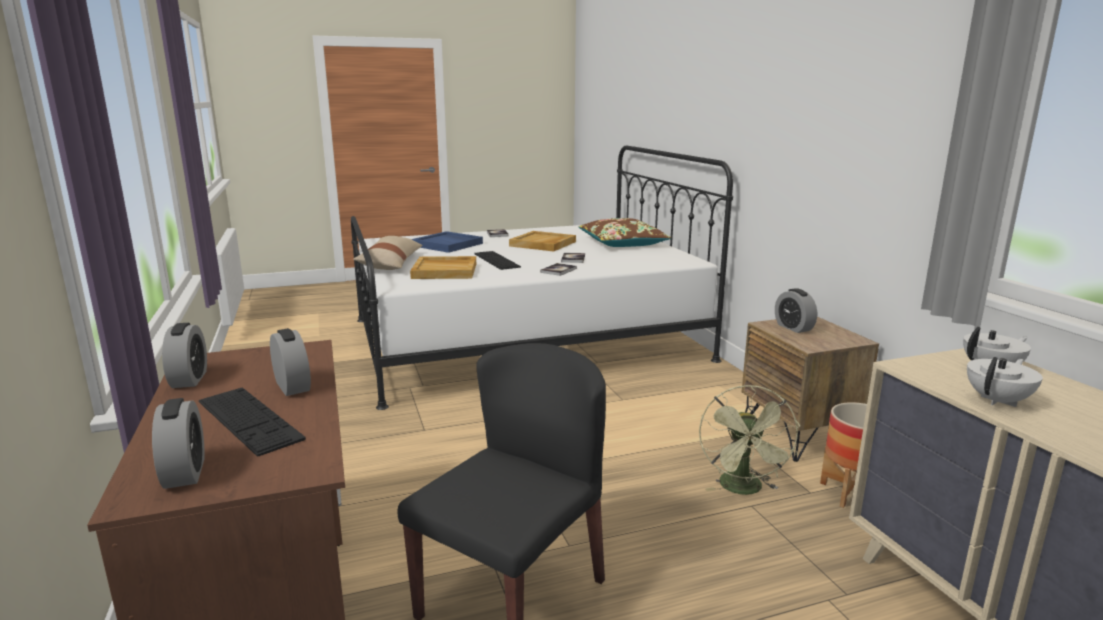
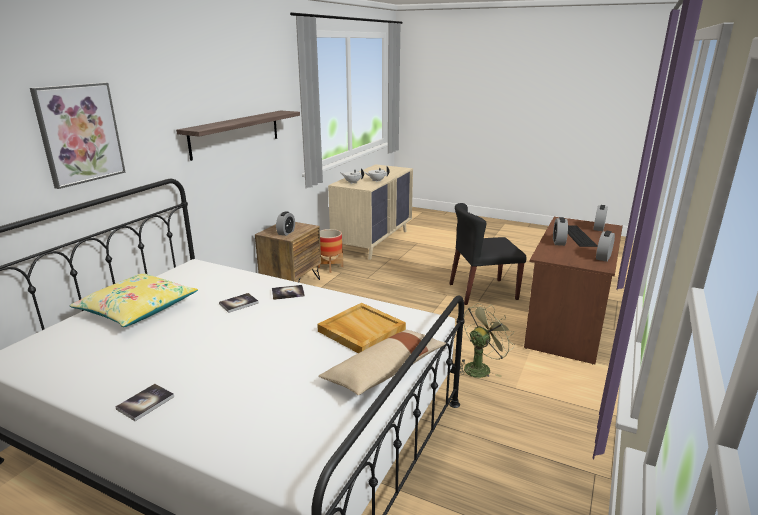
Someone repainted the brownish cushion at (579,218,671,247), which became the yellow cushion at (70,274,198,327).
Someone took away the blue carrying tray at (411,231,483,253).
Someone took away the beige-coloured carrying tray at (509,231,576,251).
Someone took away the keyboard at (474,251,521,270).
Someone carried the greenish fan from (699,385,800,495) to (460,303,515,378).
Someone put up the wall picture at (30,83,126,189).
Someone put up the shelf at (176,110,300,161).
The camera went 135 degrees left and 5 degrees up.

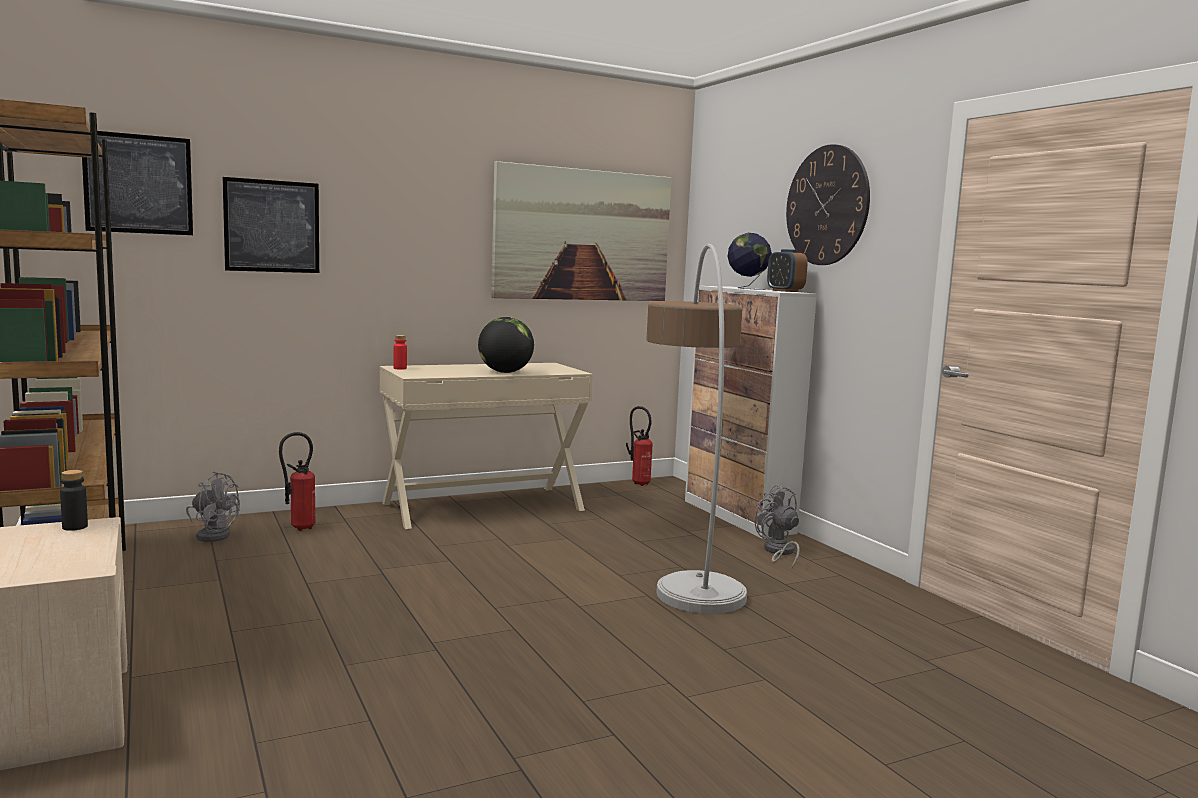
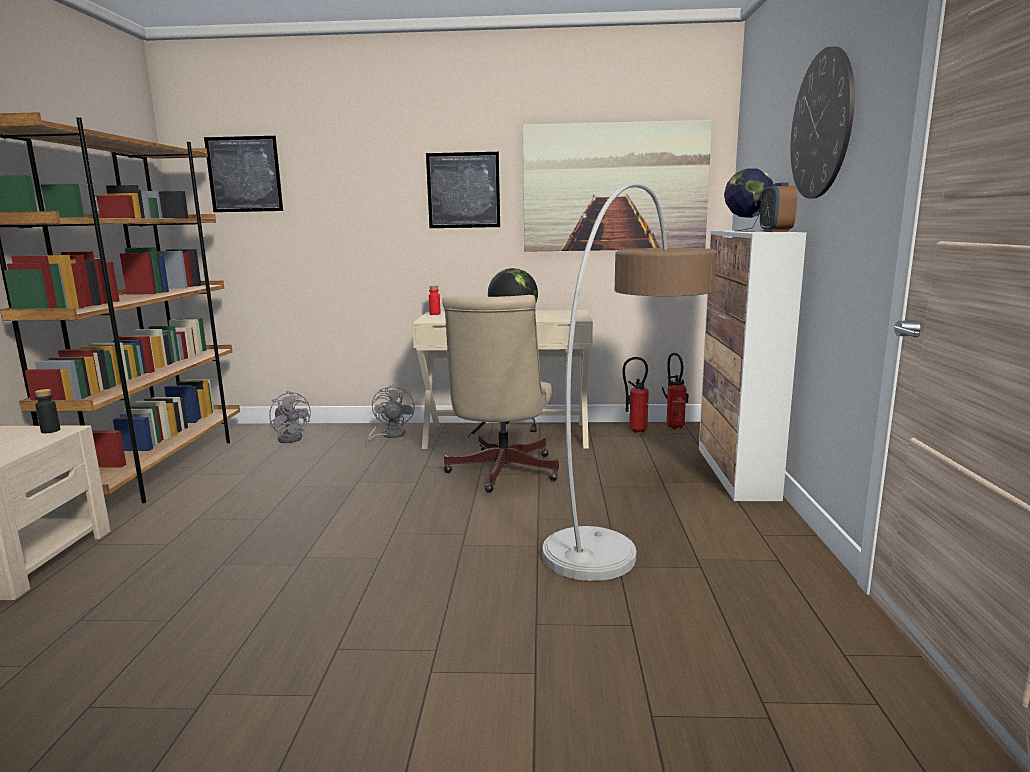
Someone carried the wall picture from (223,177,319,273) to (426,152,500,228).
Someone carried the fire-fighting cylinder from (279,432,316,531) to (622,357,649,433).
Someone carried the grey fan from (755,484,800,569) to (365,385,414,446).
Someone put down the beige-coloured desk chair at (442,295,559,493).
The camera went 30 degrees right and 5 degrees up.

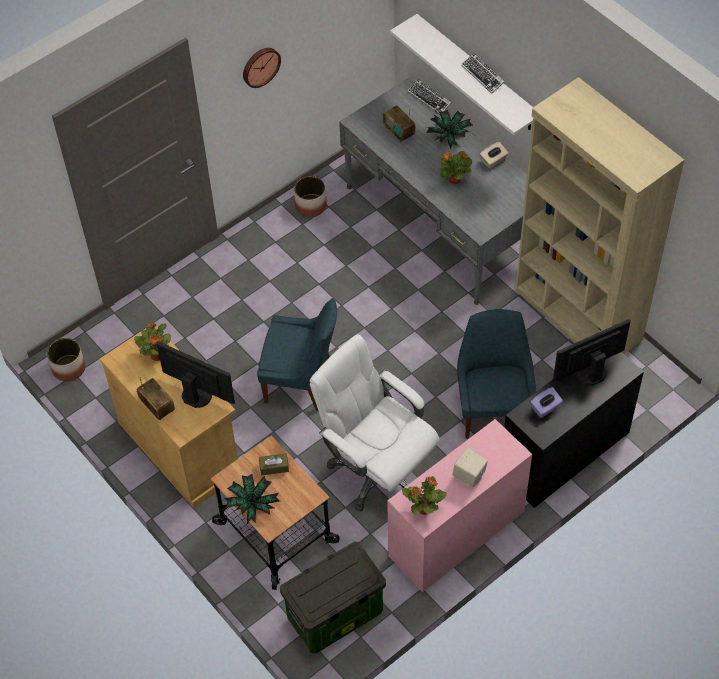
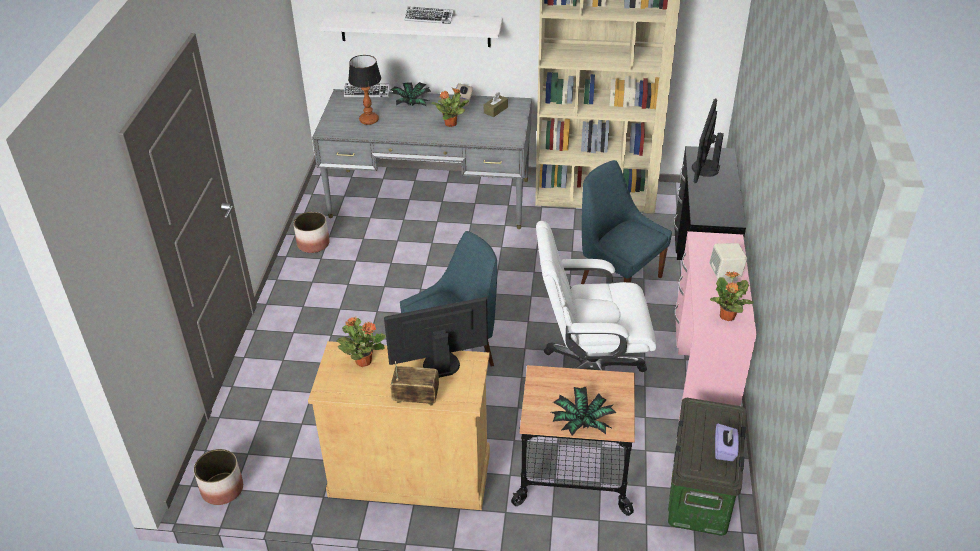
Someone took away the hanging clock at (243,48,281,88).
Someone swapped the radio at (383,105,415,143) for the tabletop lamp at (348,55,381,125).
Someone carried the purple tissue box from (530,387,563,418) to (715,424,739,461).
Someone carried the brownish tissue box from (259,453,289,475) to (484,92,508,117).
The camera went 45 degrees left and 15 degrees down.

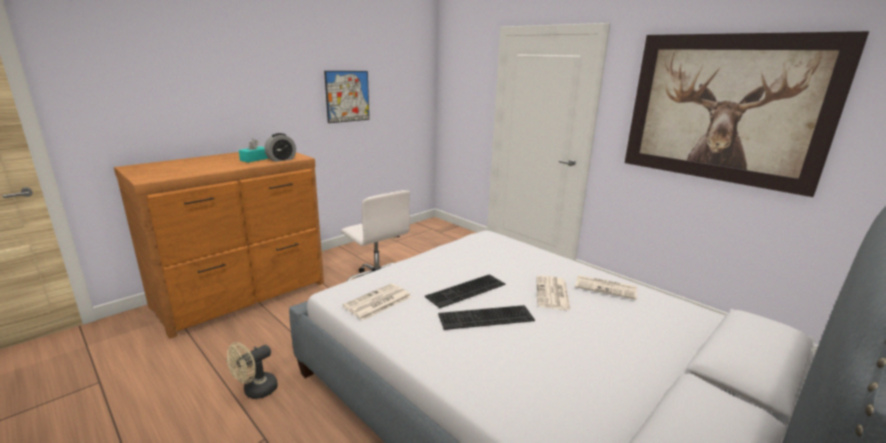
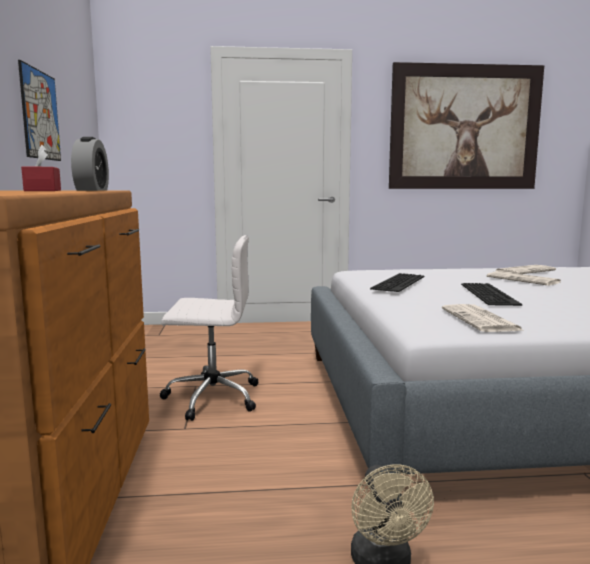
Someone repainted the turquoise tissue box at (239,139,269,163), which became the reddish tissue box at (21,145,61,191).
Someone carried the keyboard from (438,305,535,330) to (370,273,424,292).
The camera went 50 degrees left and 10 degrees down.

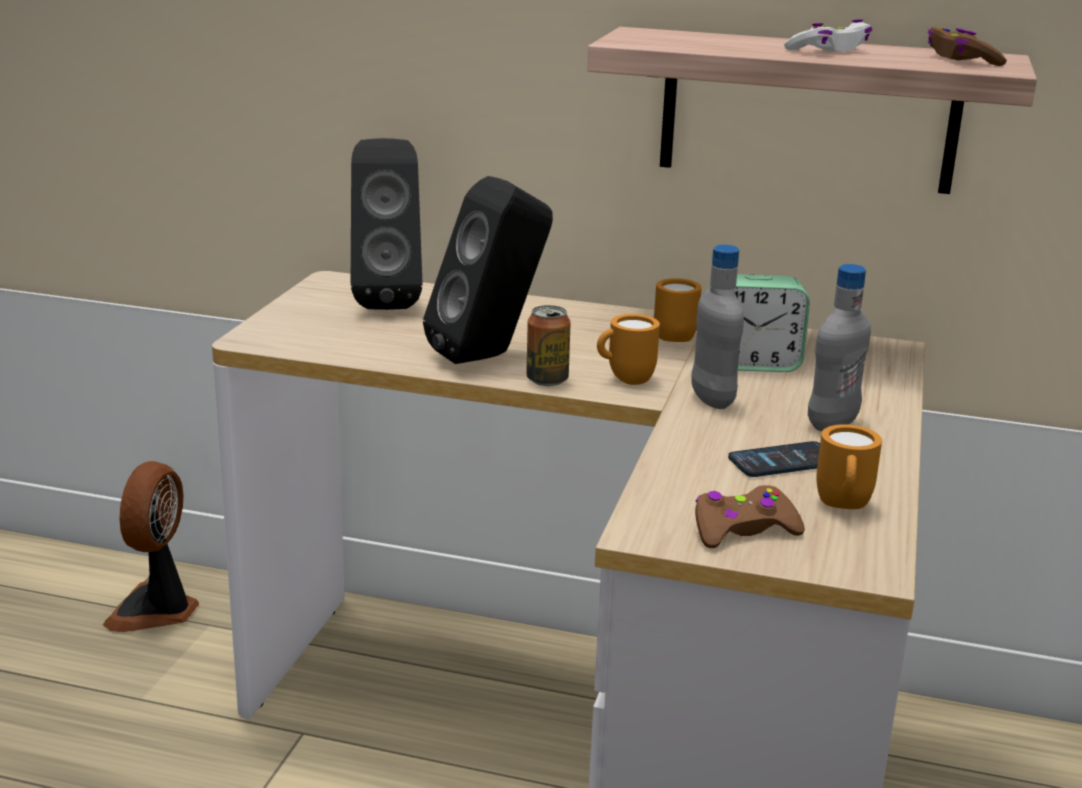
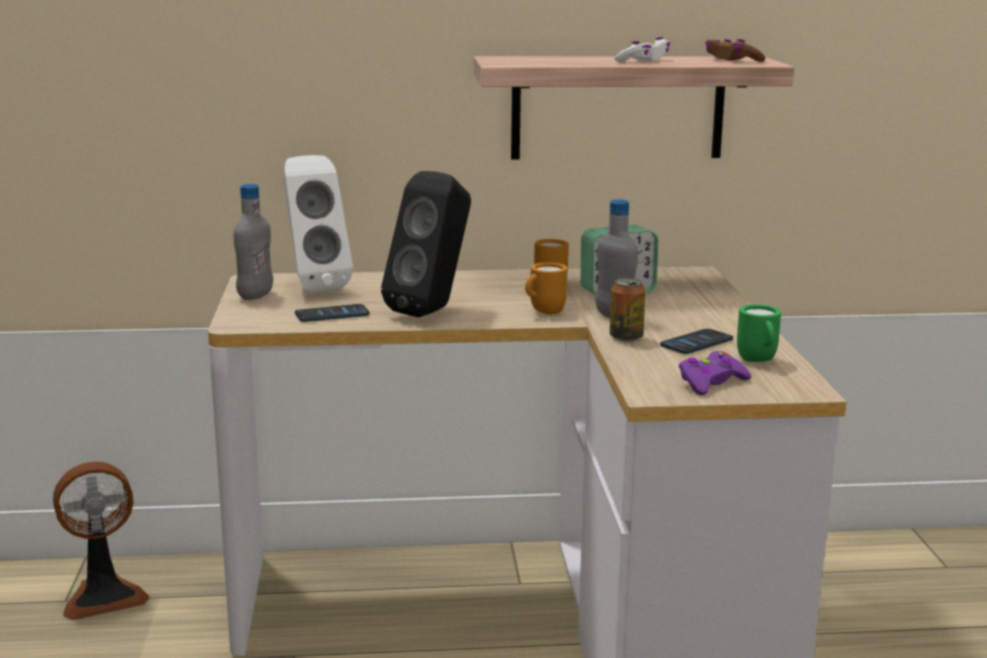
Someone repainted the black-coloured speaker at (351,138,423,310), which became the white-coloured speaker at (284,155,353,293).
Someone carried the grey beverage bottle from (808,264,871,431) to (233,184,273,300).
Someone carried the can from (526,305,571,386) to (610,278,645,342).
Someone repainted the orange-coloured coffee mug at (816,424,882,509), which became the greenish coffee mug at (737,304,781,362).
Someone rotated the fan at (103,461,199,632) by 105 degrees counterclockwise.
Someone repainted the brownish game controller at (695,485,805,548), which became the purple game controller at (679,351,751,395).
Someone put down the telephone at (295,304,370,322).
The camera went 20 degrees left and 5 degrees down.

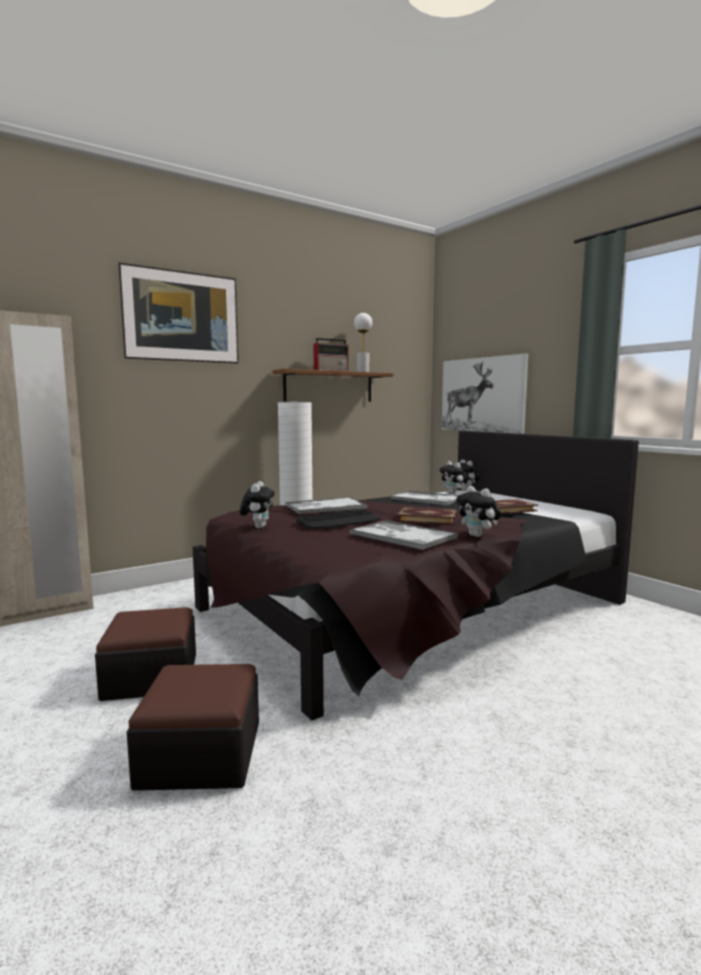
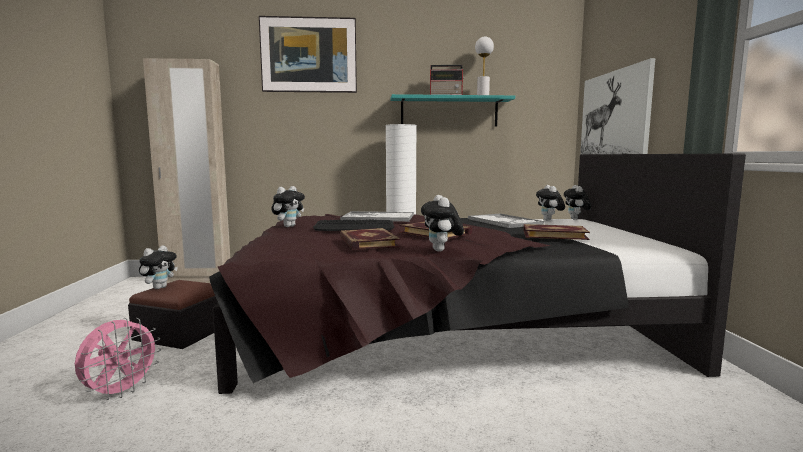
Someone repainted the brownish shelf at (273,369,394,402), which became the turquoise shelf at (390,94,515,127).
Someone swapped the carrying tray at (350,520,458,550) for the volume at (340,228,400,250).
Someone swapped the pouffe at (127,664,259,791) for the pinkish fan at (75,318,161,400).
Someone put down the soft toy at (139,245,178,289).
The camera went 30 degrees right and 0 degrees up.

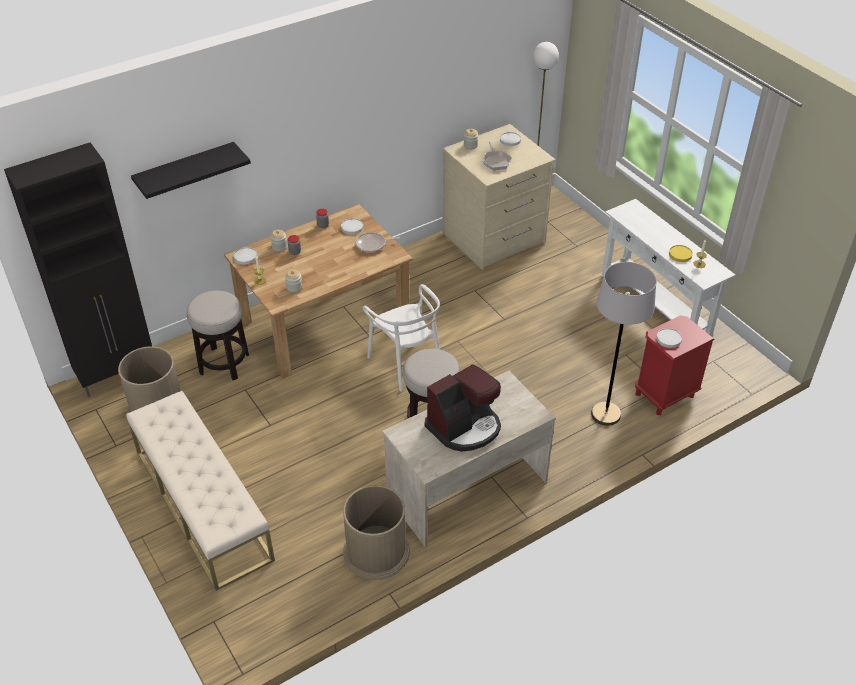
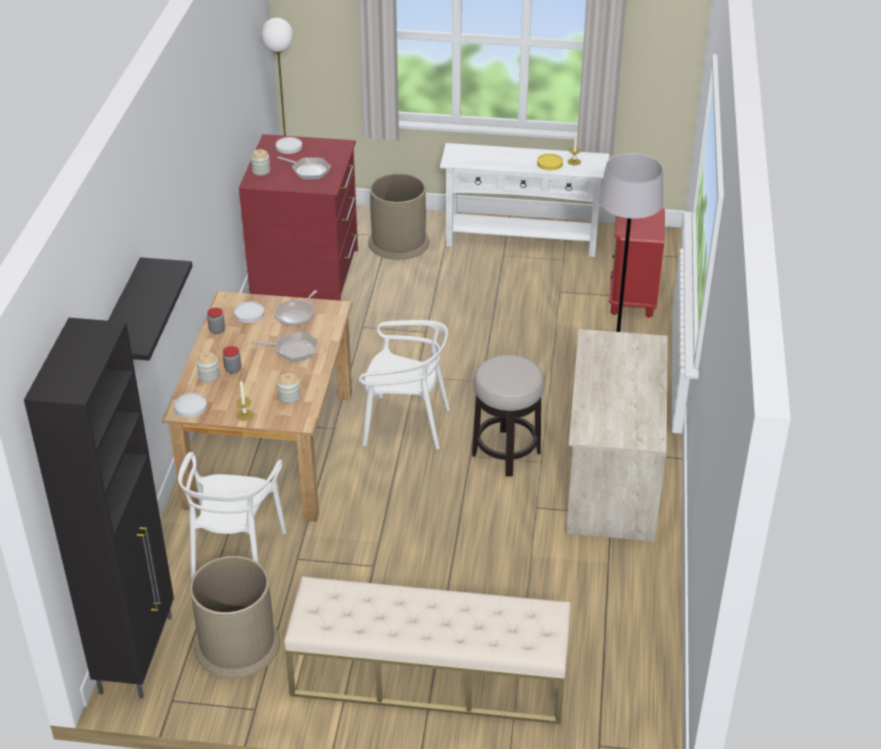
Someone repainted the beige-coloured drawer chest at (442,124,556,270), which became the reddish drawer chest at (239,134,358,301).
Someone swapped the stool seat at (186,290,249,380) for the white-coloured upright chair at (178,452,287,580).
Someone took away the white-coloured flat dish at (657,328,682,348).
Someone took away the coffee machine at (425,364,501,452).
Someone carried the brownish waste bin from (343,485,410,580) to (368,173,430,260).
Someone put down the skillet at (251,332,318,362).
The camera went 50 degrees left and 5 degrees down.

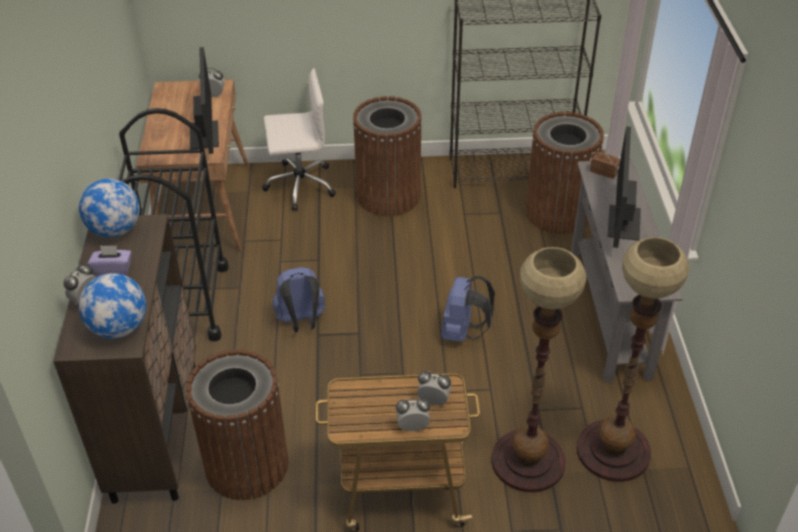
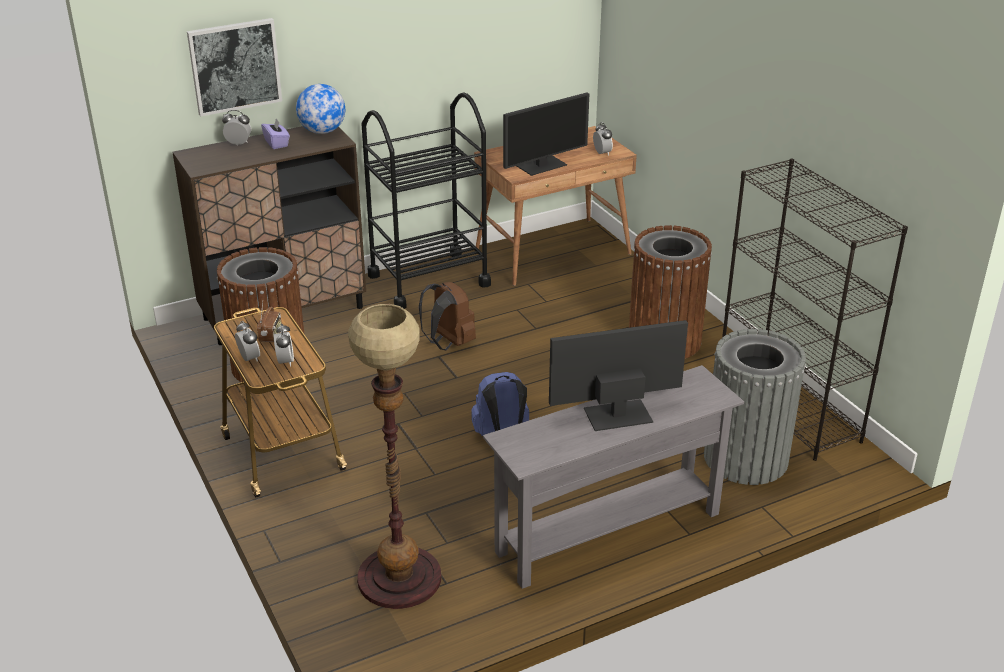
Someone took away the white-coloured desk chair at (262,68,336,211).
Someone repainted the brownish waste bin at (525,112,604,234), which became the grey waste bin at (704,329,806,485).
Someone carried the radio from (590,148,620,179) to (257,302,282,342).
Someone took away the standing lamp at (491,247,586,492).
Someone repainted the blue knapsack at (273,267,325,332), which became the brownish knapsack at (419,282,476,350).
Someone took away the desk globe at (79,273,146,338).
Someone put up the wall picture at (187,18,282,117).
The camera went 65 degrees right and 10 degrees down.

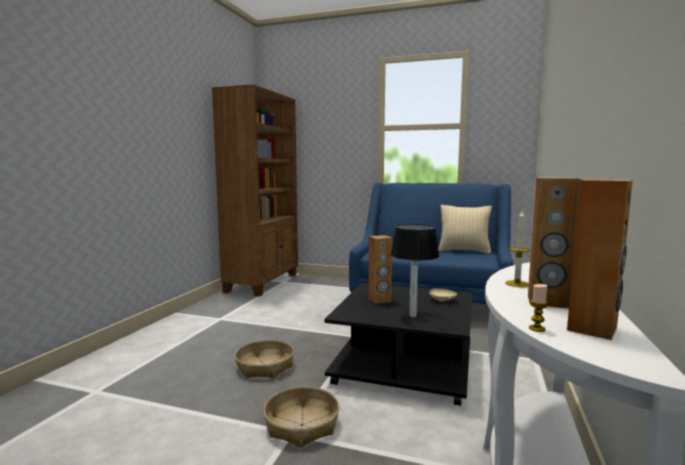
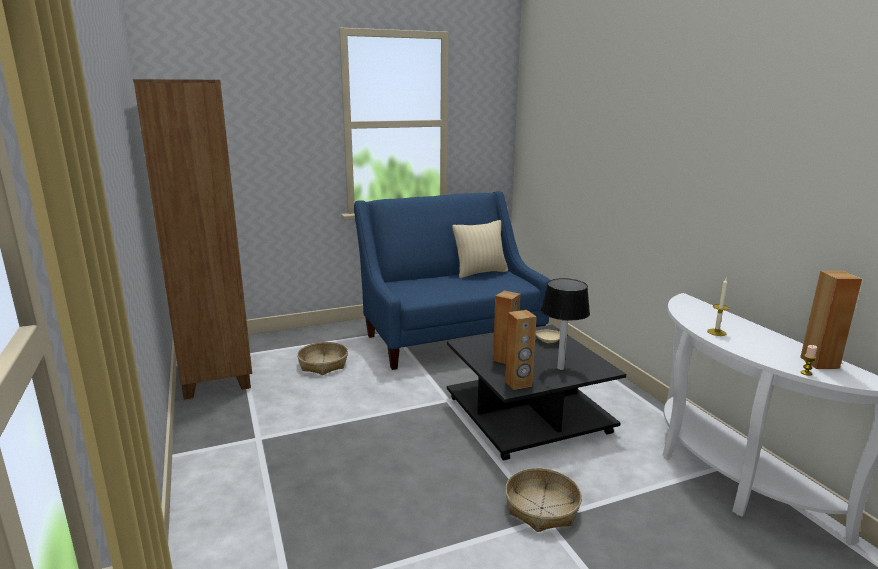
Someone carried the brownish speaker from (528,177,580,309) to (505,310,537,390).
Someone carried the household basket from (235,340,294,378) to (297,342,348,375).
The camera went 40 degrees left and 10 degrees up.

